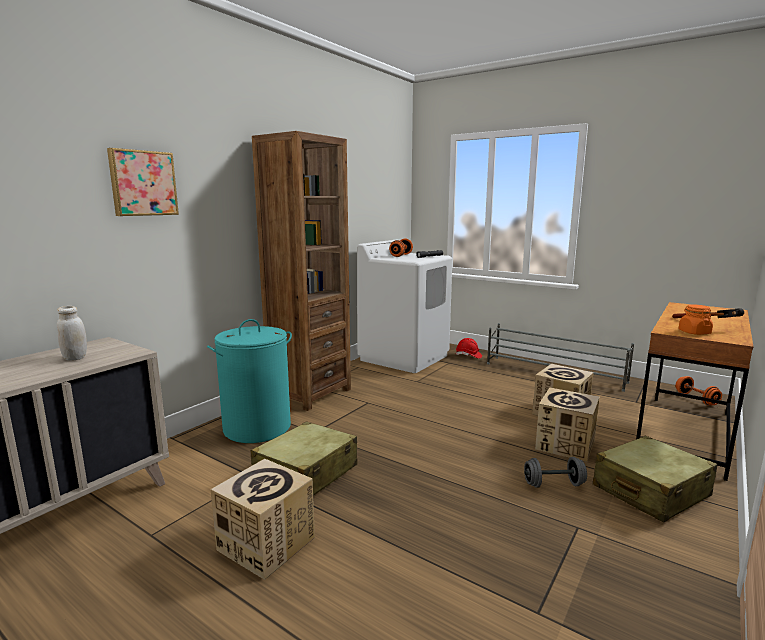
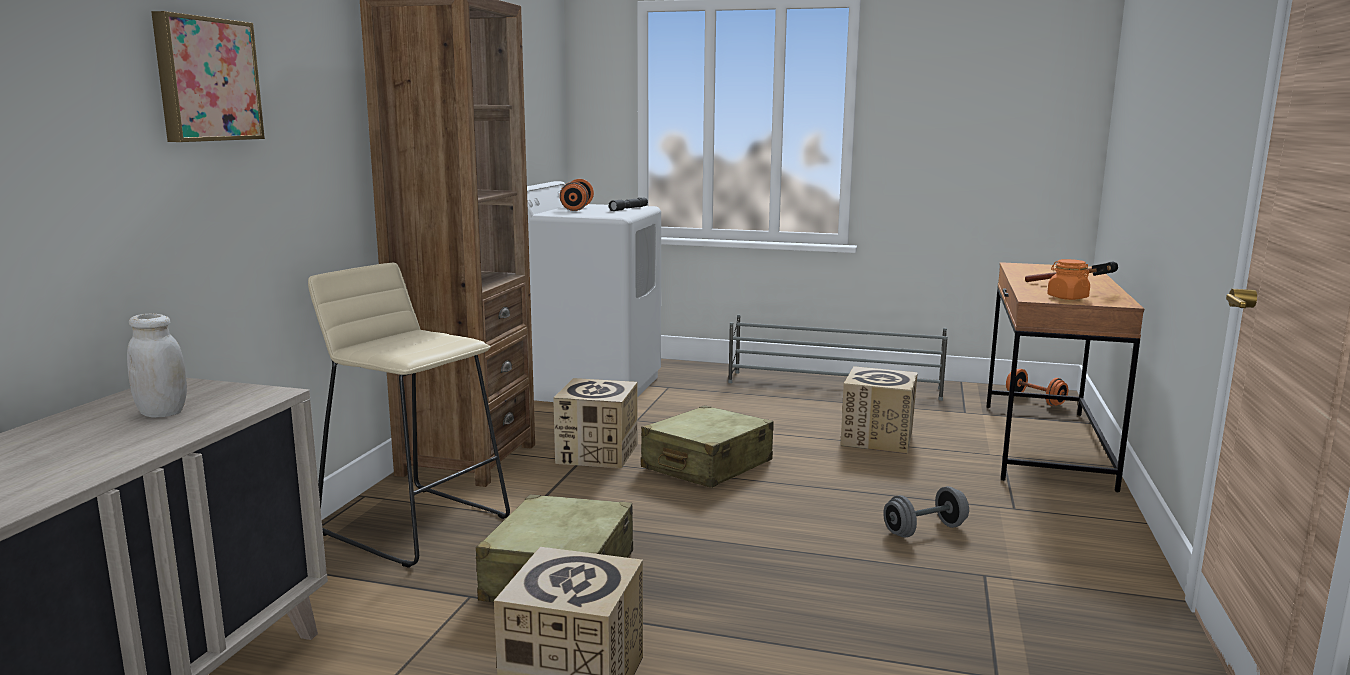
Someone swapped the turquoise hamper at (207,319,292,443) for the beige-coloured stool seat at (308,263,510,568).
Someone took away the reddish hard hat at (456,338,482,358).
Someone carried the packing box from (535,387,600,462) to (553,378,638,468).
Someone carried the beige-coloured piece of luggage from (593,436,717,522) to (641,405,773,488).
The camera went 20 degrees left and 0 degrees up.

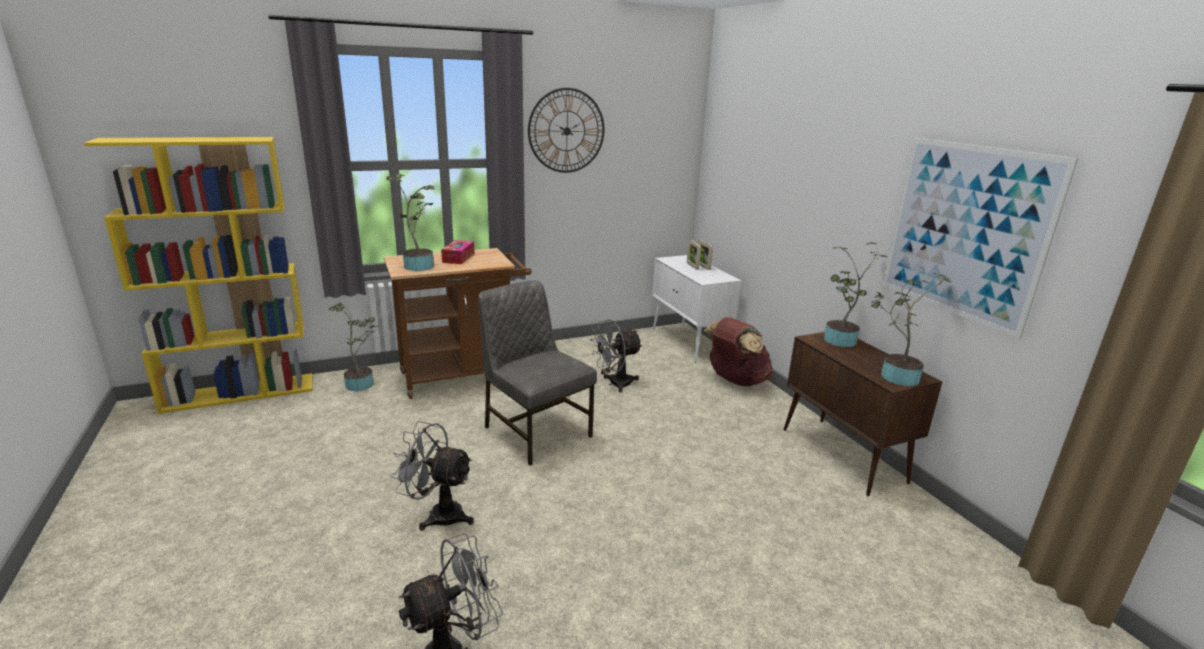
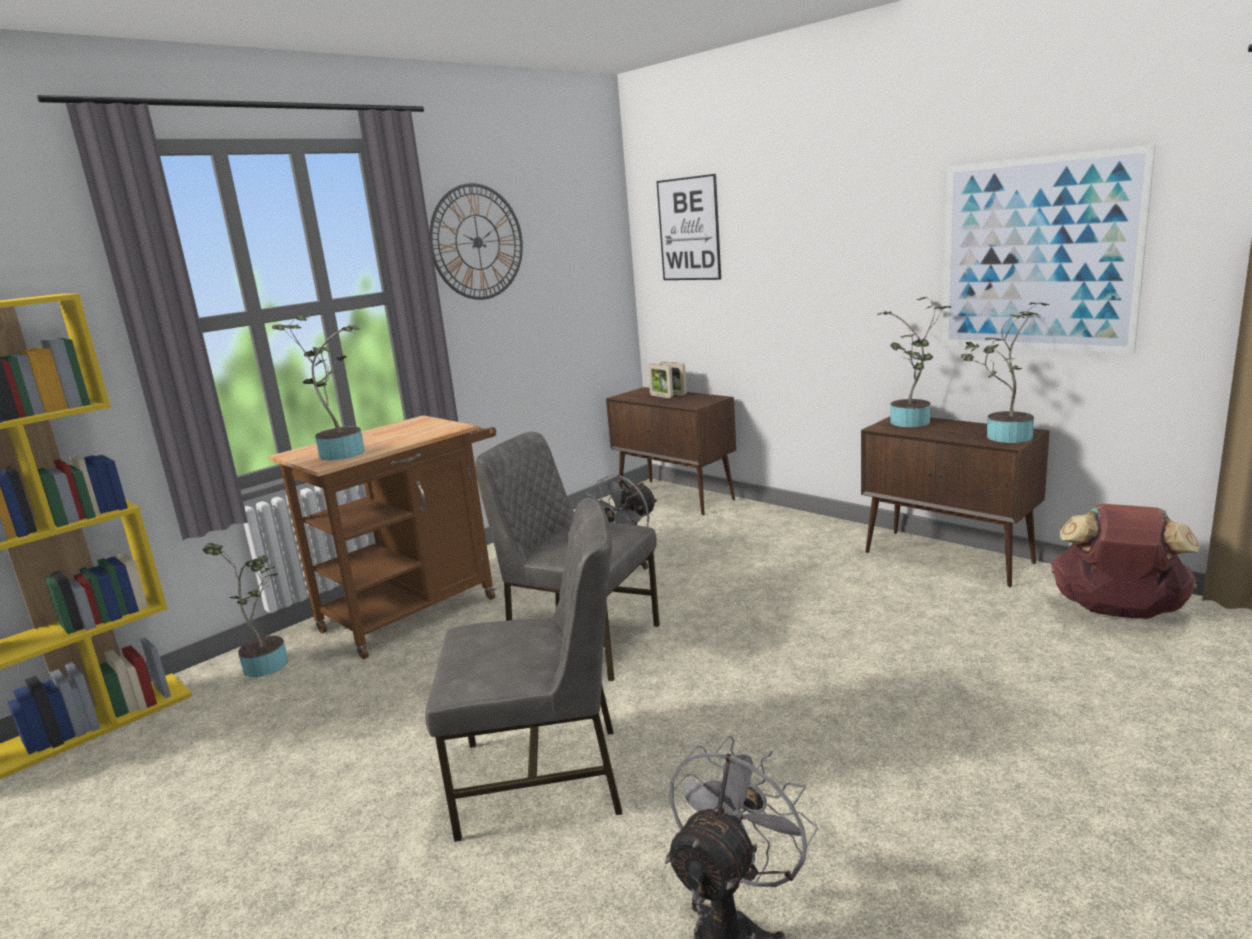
Someone took away the tissue box at (441,240,475,264).
Someone repainted the white-coloured cupboard at (652,255,741,363), which became the brownish cupboard at (606,387,736,515).
Someone carried the brownish knapsack from (704,317,773,386) to (1051,504,1199,619).
Someone swapped the grey fan at (390,421,474,531) for the grey upright chair at (425,498,623,842).
Someone put up the wall picture at (657,174,721,280).
The camera went 20 degrees left and 5 degrees down.

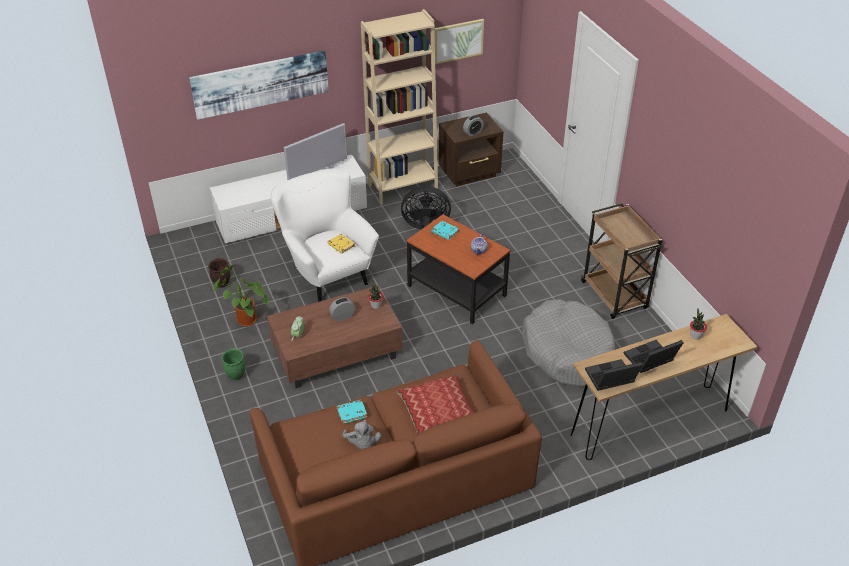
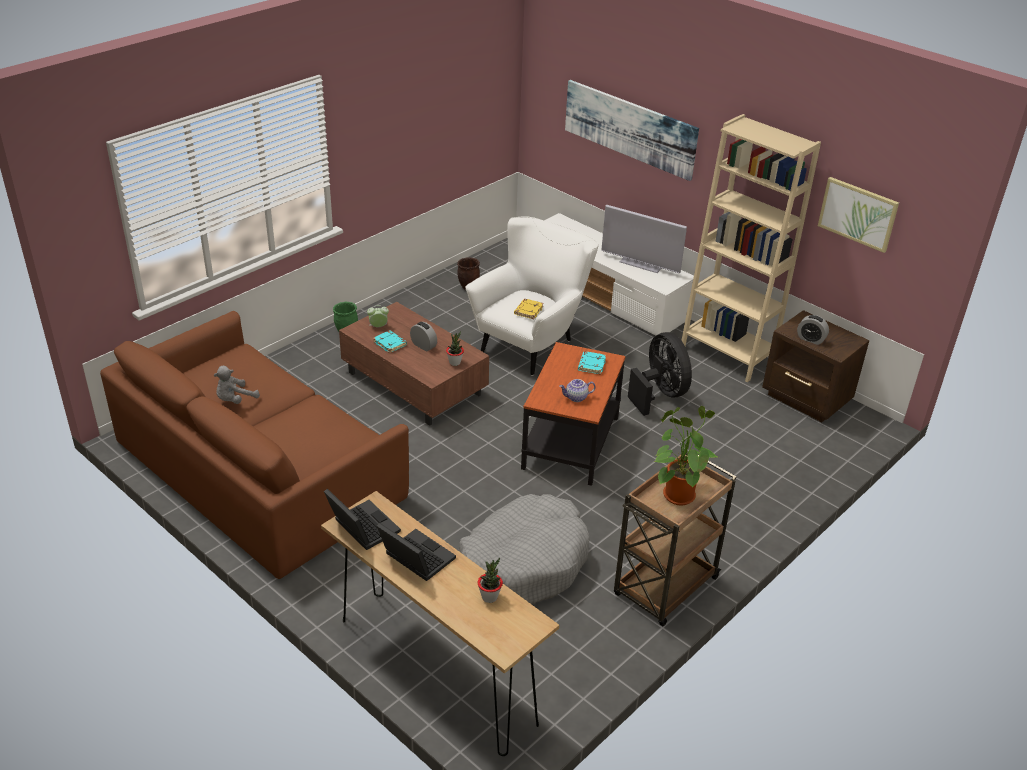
Someone carried the plant in a pot from (213,265,268,327) to (654,406,719,505).
Someone took away the cushion at (397,375,474,436).
Someone carried the turquoise volume from (337,400,368,424) to (373,330,407,353).
The camera went 65 degrees right and 5 degrees down.

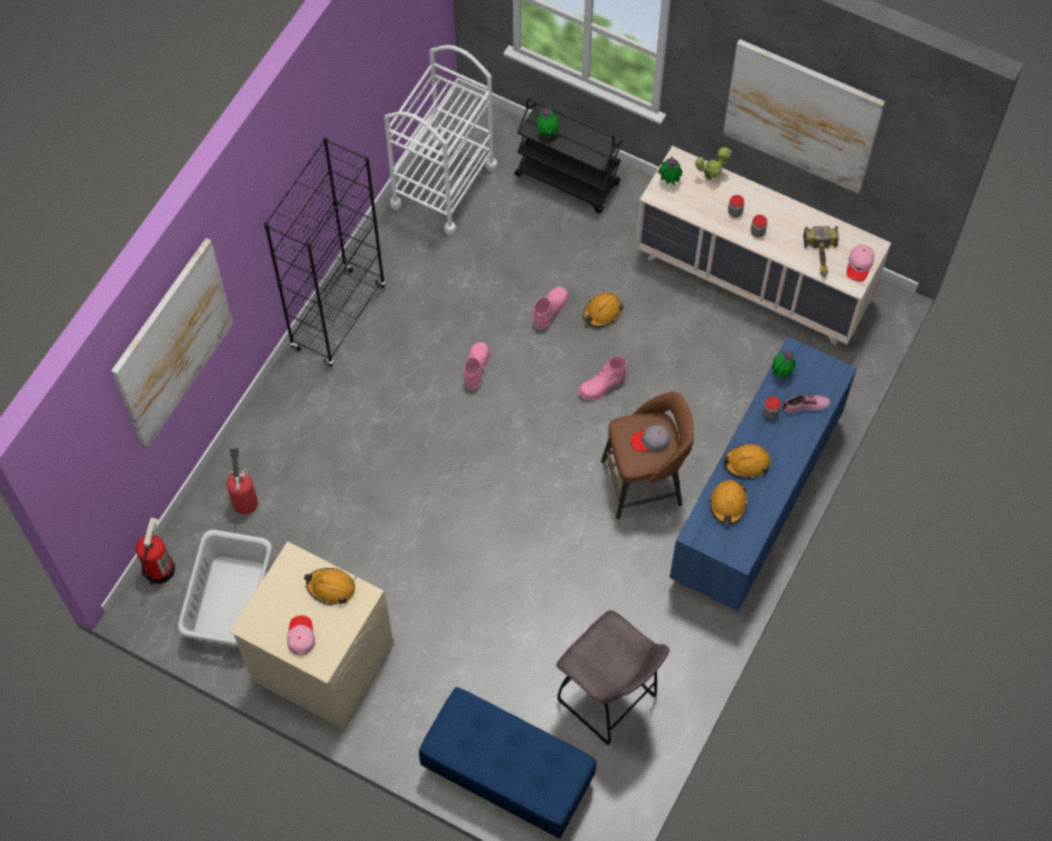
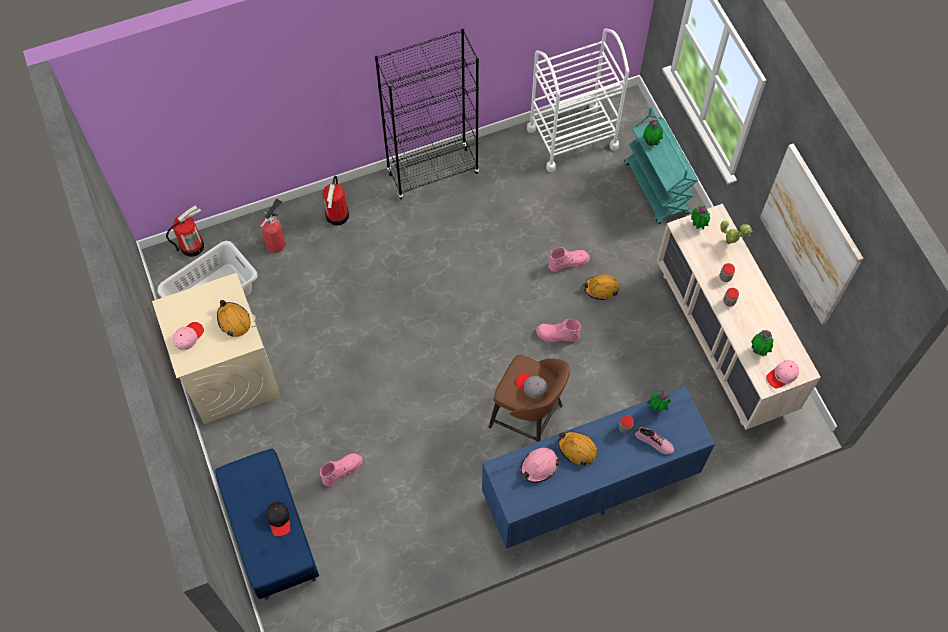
Someone repainted the black-coloured cart at (514,98,622,213), which became the turquoise cart at (624,107,698,224).
Someone swapped the hammer at (803,226,839,277) for the plant in a pot at (751,330,773,357).
Someone took away the wall picture at (111,238,234,449).
Someone carried the pinkish tall boot from (463,342,489,389) to (319,453,363,487).
Someone repainted the orange-coloured hard hat at (710,480,748,524), which became the pinkish hard hat at (521,448,559,483).
Someone took away the grey stool seat at (556,610,669,745).
Someone put down the fire-fighting cylinder at (322,176,349,226).
Someone put down the black-coloured cap at (266,502,290,536).
The camera went 40 degrees right and 0 degrees up.

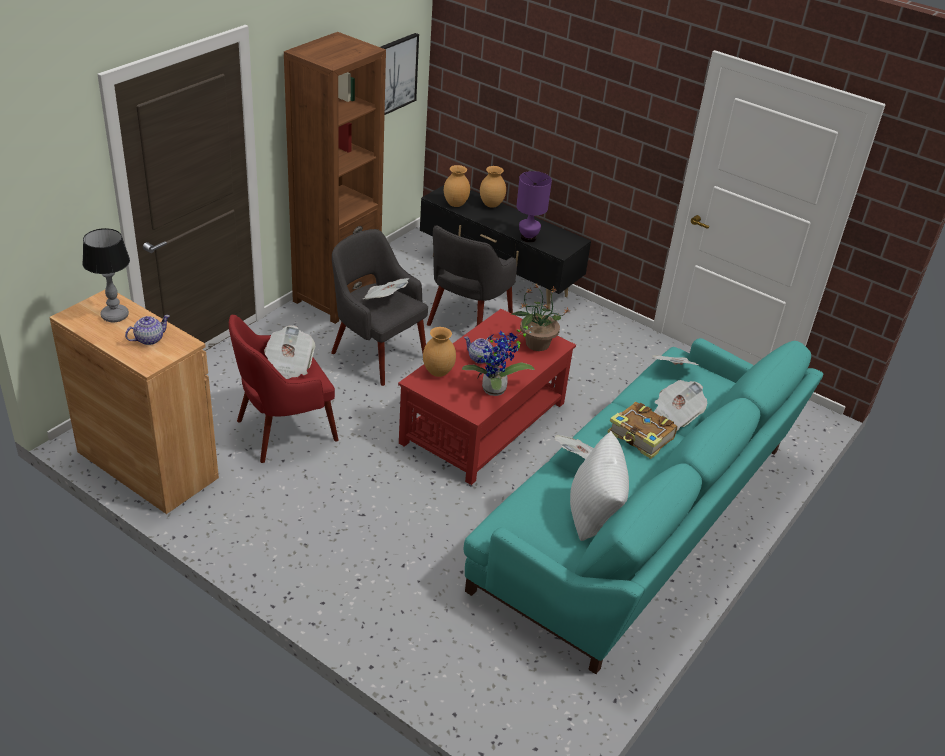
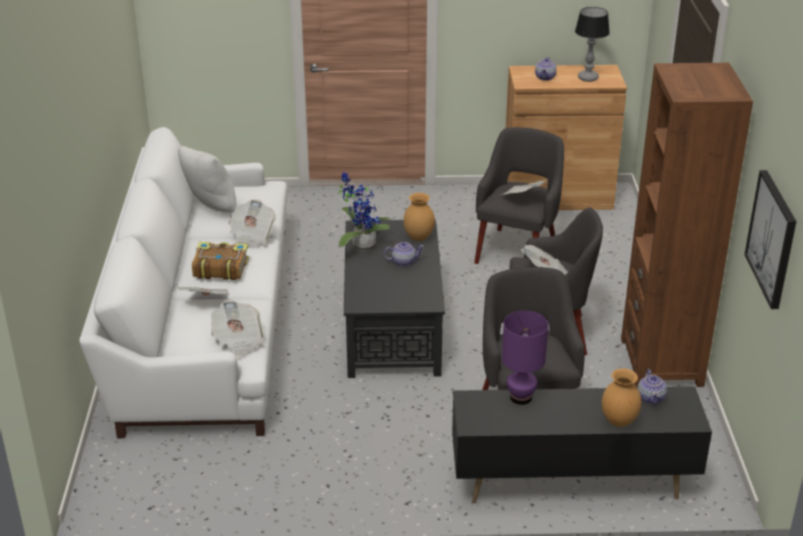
Someone swapped the brownish flower vase at (444,165,470,207) for the pot for tea at (638,369,667,405).
Someone took away the plant in a pot at (510,284,571,351).
Someone repainted the reddish coffee table at (398,309,576,485), which became the black-coloured coffee table at (344,219,445,378).
Someone repainted the reddish easy chair at (229,315,338,463), which became the grey easy chair at (474,127,564,264).
Someone repainted the turquoise settee at (464,338,823,674), which became the white-coloured settee at (79,127,288,438).
The camera went 145 degrees right and 5 degrees down.

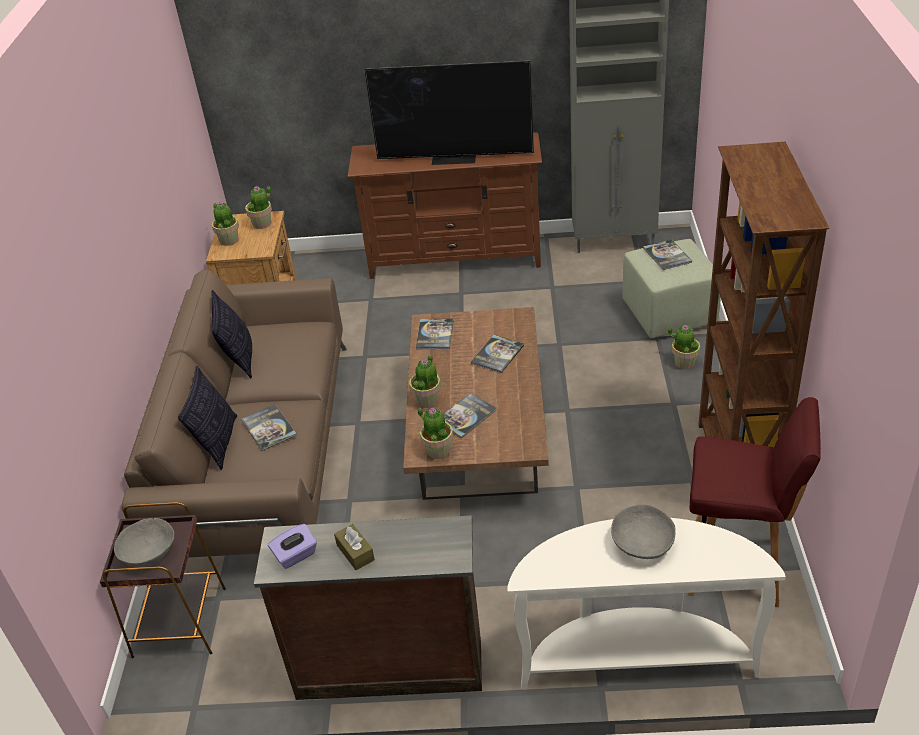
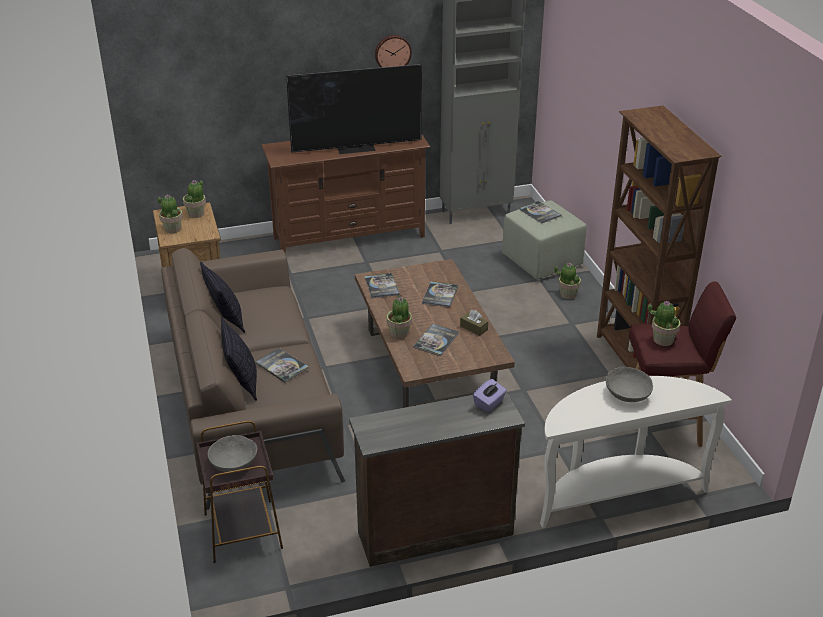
Someone carried the plant in a pot from (418,407,453,459) to (647,301,681,346).
Someone carried the purple tissue box from (268,524,317,569) to (473,379,507,412).
Someone carried the brownish tissue box from (334,524,375,570) to (460,310,488,336).
Someone put up the hanging clock at (375,35,412,68).
The camera went 20 degrees left and 5 degrees down.

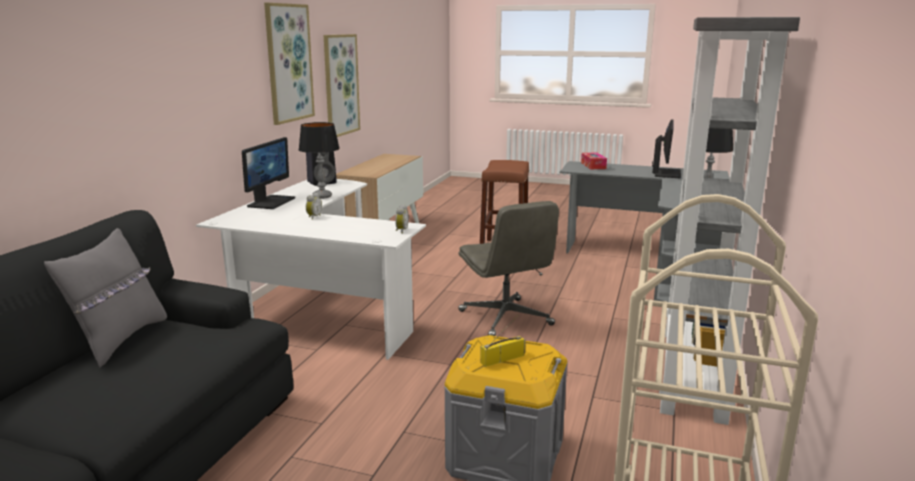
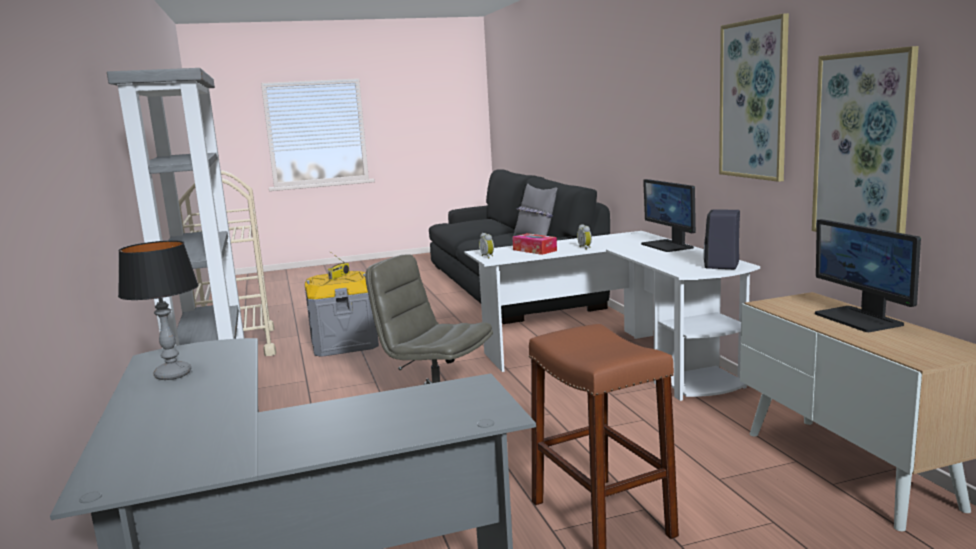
Someone carried the computer screen from (652,119,681,178) to (815,219,921,332).
Someone took away the tabletop lamp at (299,122,340,199).
Someone carried the tissue box from (581,153,607,169) to (512,233,557,255).
The camera went 145 degrees right and 5 degrees down.

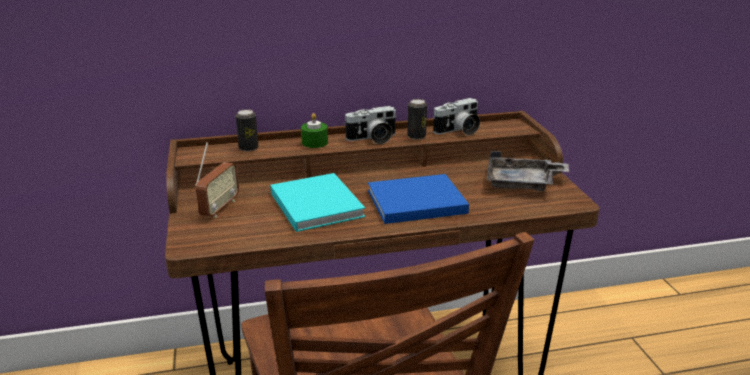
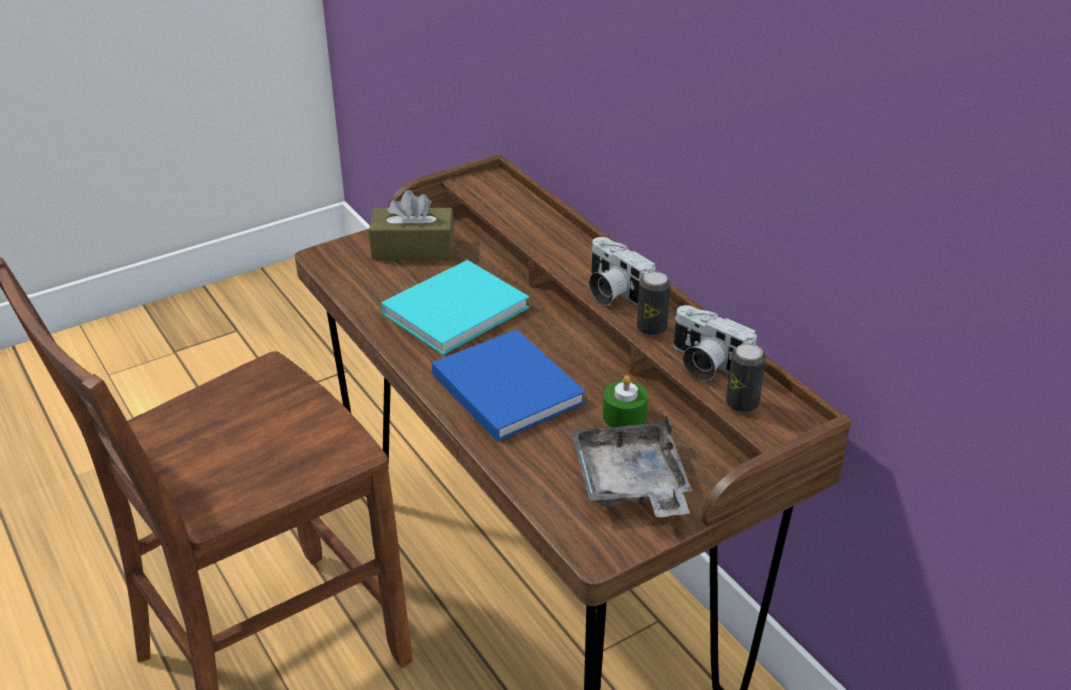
Someone carried the can from (236,109,258,152) to (726,343,766,413).
Someone carried the greenish wax candle from (301,113,328,148) to (603,375,648,428).
Someone swapped the radio at (195,142,239,218) for the brownish tissue box at (369,190,454,260).
The camera went 70 degrees right and 10 degrees up.

